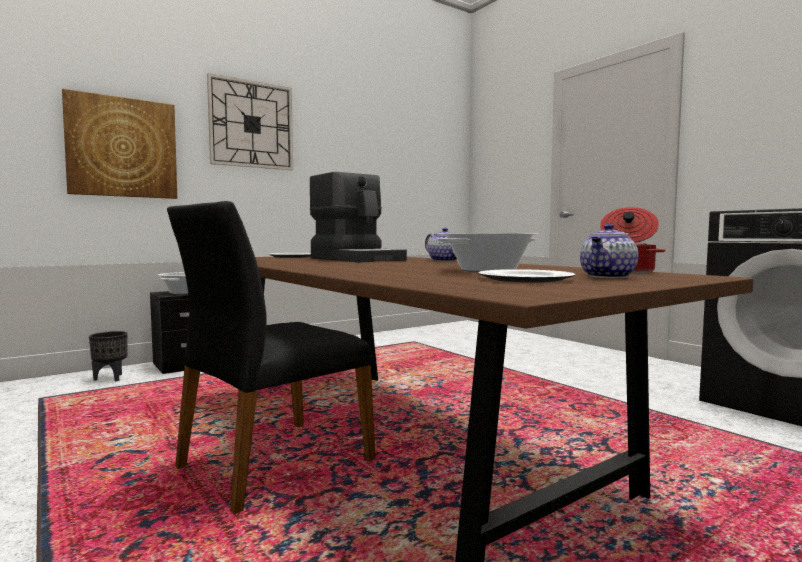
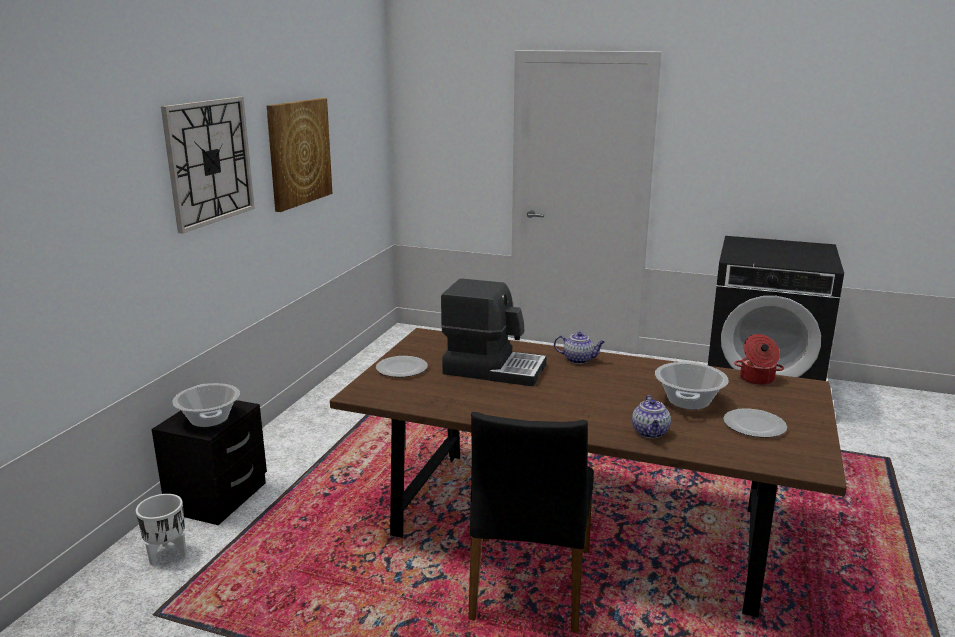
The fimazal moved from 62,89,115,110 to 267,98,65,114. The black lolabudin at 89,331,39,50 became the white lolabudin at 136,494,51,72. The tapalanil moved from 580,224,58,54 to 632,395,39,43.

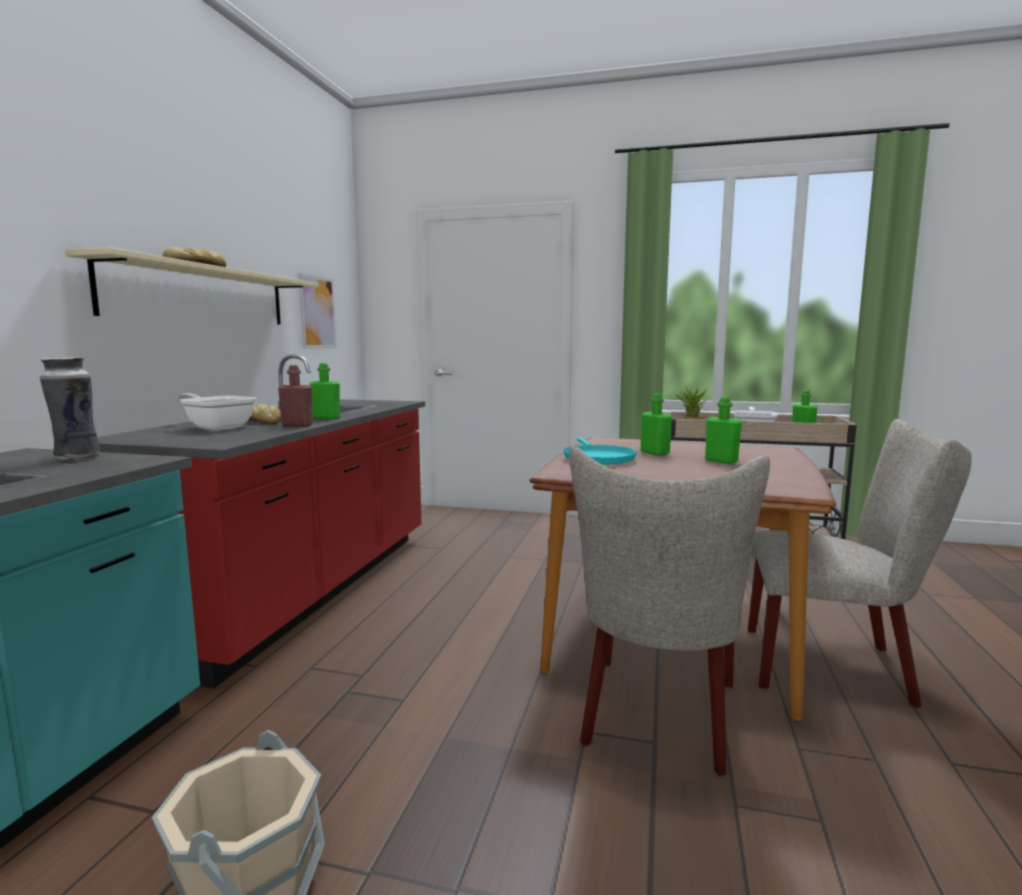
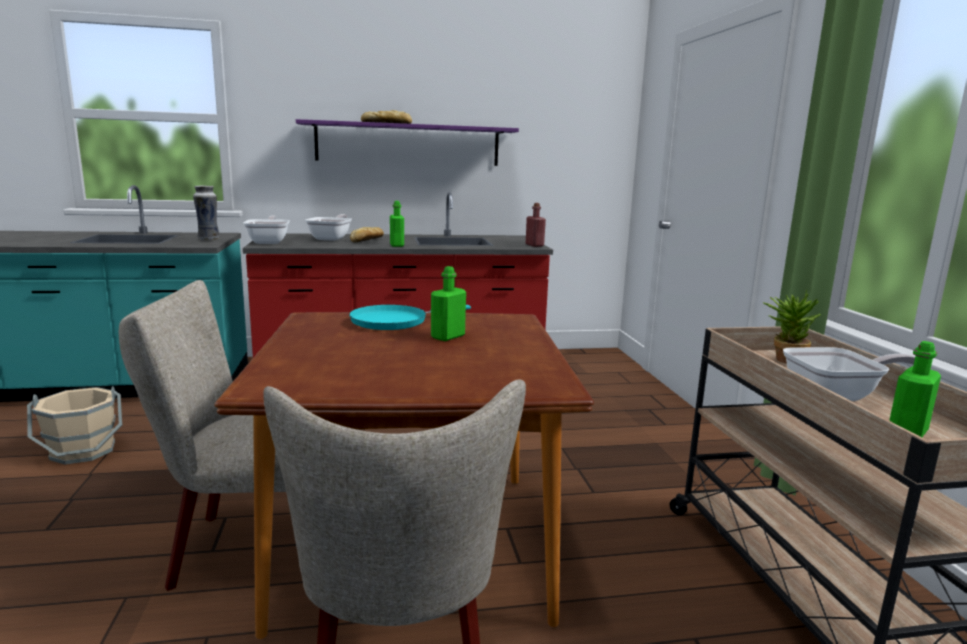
The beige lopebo at 65,247,253,78 became the purple lopebo at 296,119,223,47. The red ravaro moved from 278,365,35,62 to 526,203,20,44. The fimazal at 298,273,39,76 disappeared. The green ravaro at 705,397,37,67 disappeared. The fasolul at 243,215,47,29 appeared.

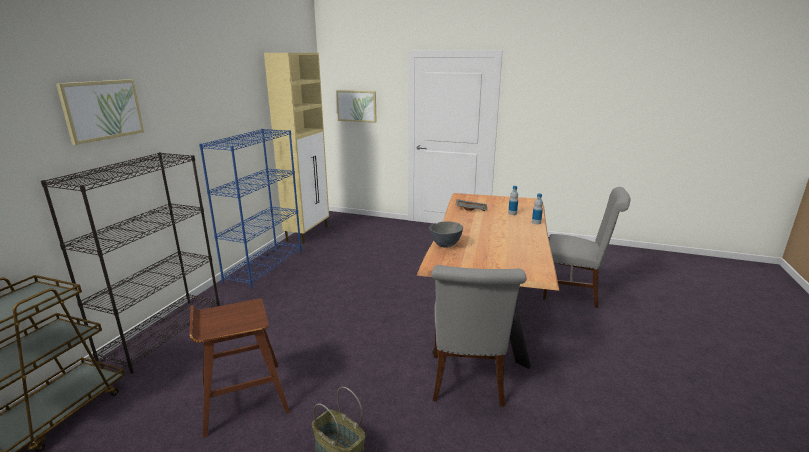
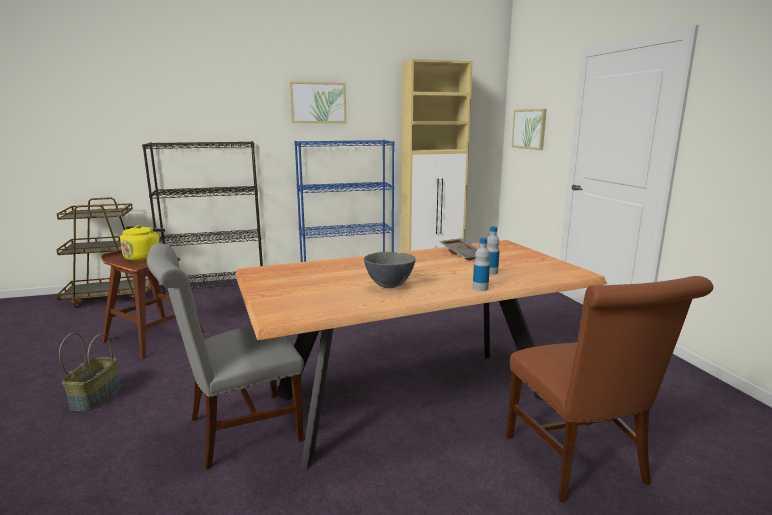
The fimazal moved from 56,79,88,66 to 289,81,57,42. The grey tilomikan moved from 429,221,34,27 to 364,252,52,36. The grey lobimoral at 543,187,88,121 became the brown lobimoral at 506,276,207,226. The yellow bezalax at 119,225,46,36 appeared.

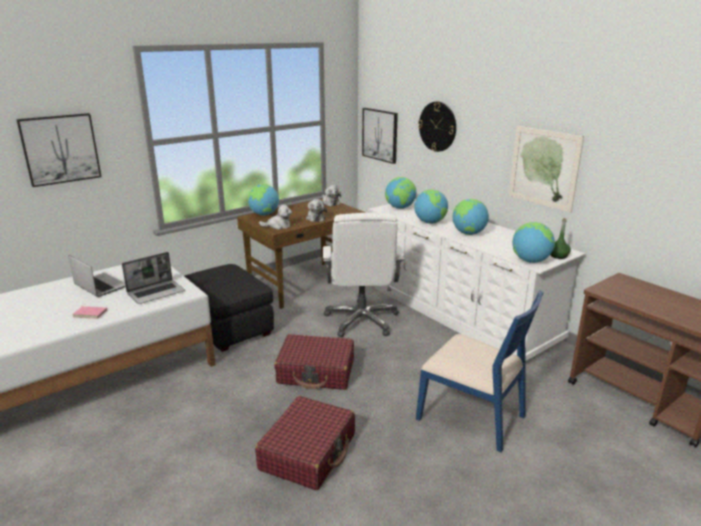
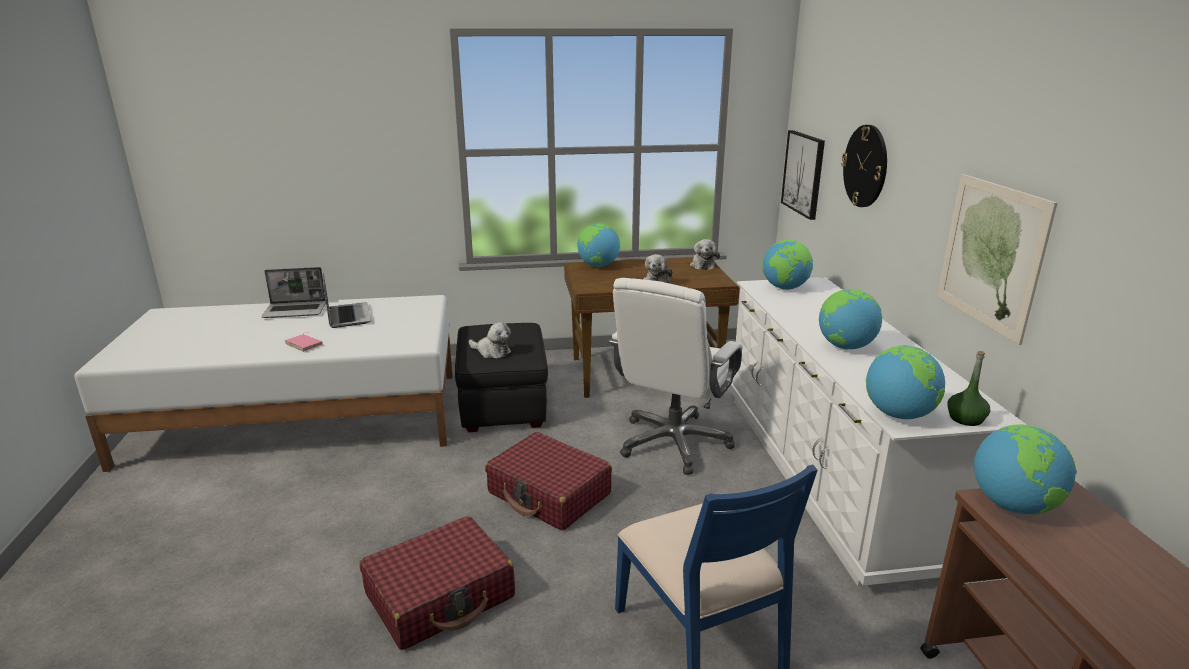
The fimazal at 16,113,86,74 disappeared. The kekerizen moved from 122,252,63,52 to 261,267,65,51. The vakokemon moved from 259,204,33,26 to 469,322,42,36. The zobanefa moved from 414,190,34,34 to 974,425,102,90.

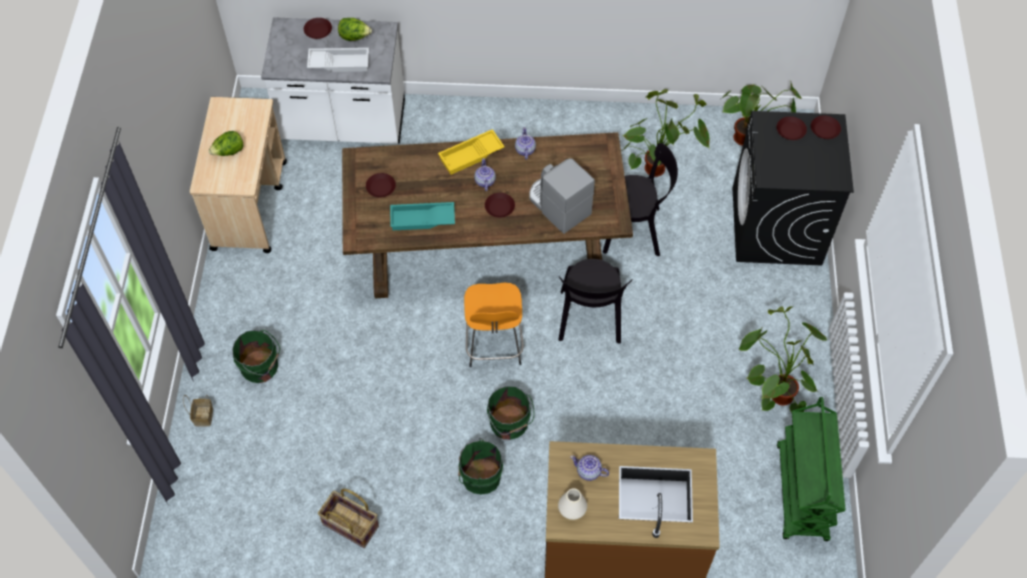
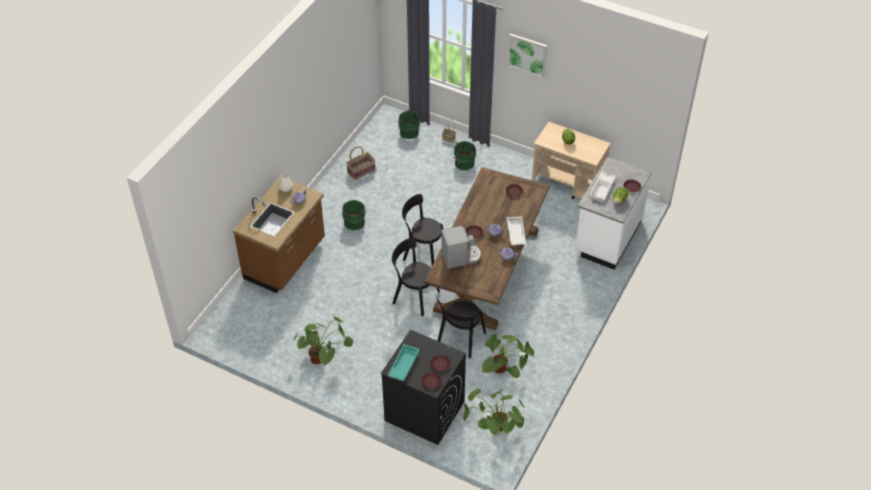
The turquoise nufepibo moved from 390,202,65,28 to 388,344,32,37. The yellow nufepibo at 438,129,67,46 became the white nufepibo at 507,217,19,28. The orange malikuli at 464,283,60,84 was replaced by the black lobimoral at 402,194,41,71. The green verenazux moved from 487,386,47,54 to 398,110,22,29. The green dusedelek at 777,397,69,144 disappeared. The fimazal at 508,34,39,44 appeared.

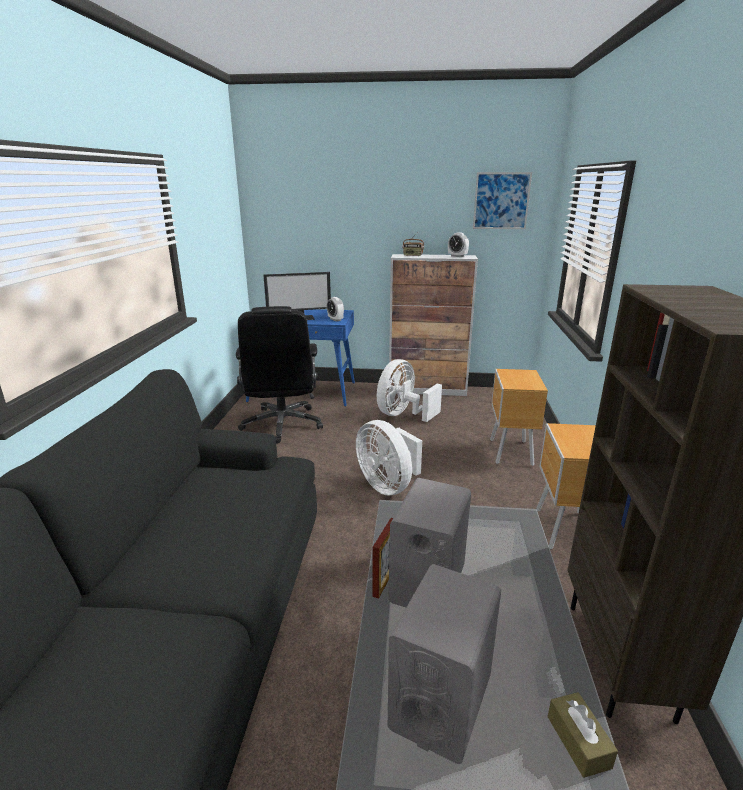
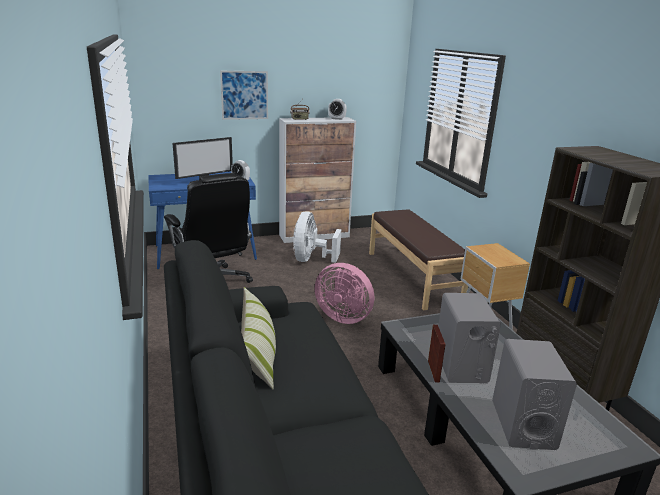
The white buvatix at 356,420,66,76 became the pink buvatix at 315,263,59,61. The fimazal moved from 473,172,59,57 to 220,71,48,49. The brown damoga at 490,369,58,97 was replaced by the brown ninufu at 369,210,99,100. The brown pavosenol at 547,692,71,86 disappeared. The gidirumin at 241,287,35,102 appeared.

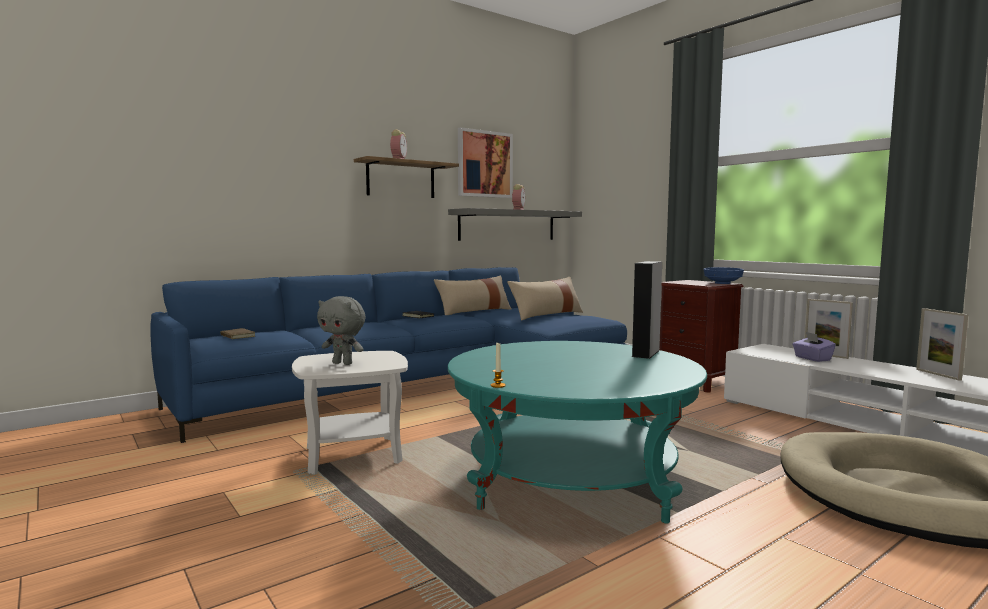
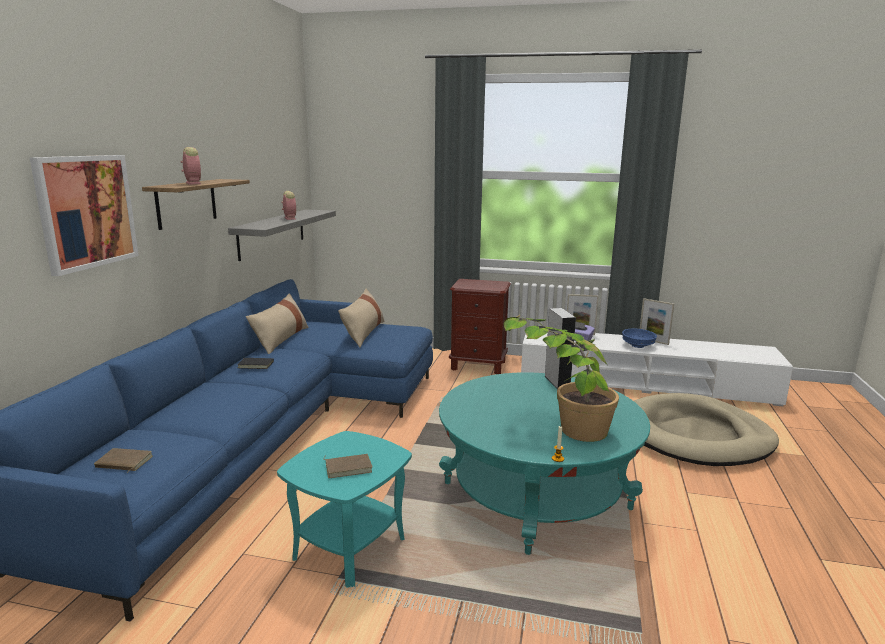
The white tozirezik at 292,351,116,123 became the turquoise tozirezik at 277,431,135,157. The grey vakokemon at 317,296,48,69 was replaced by the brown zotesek at 324,454,49,24. The fimazal moved from 458,127,55,71 to 30,155,109,121. The blue tilomikan moved from 703,267,41,17 to 622,328,35,20. The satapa at 504,315,115,127 appeared.

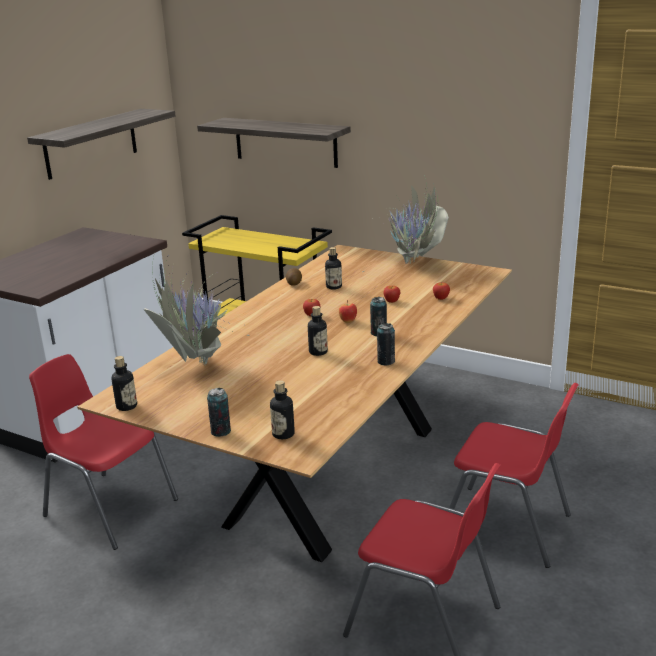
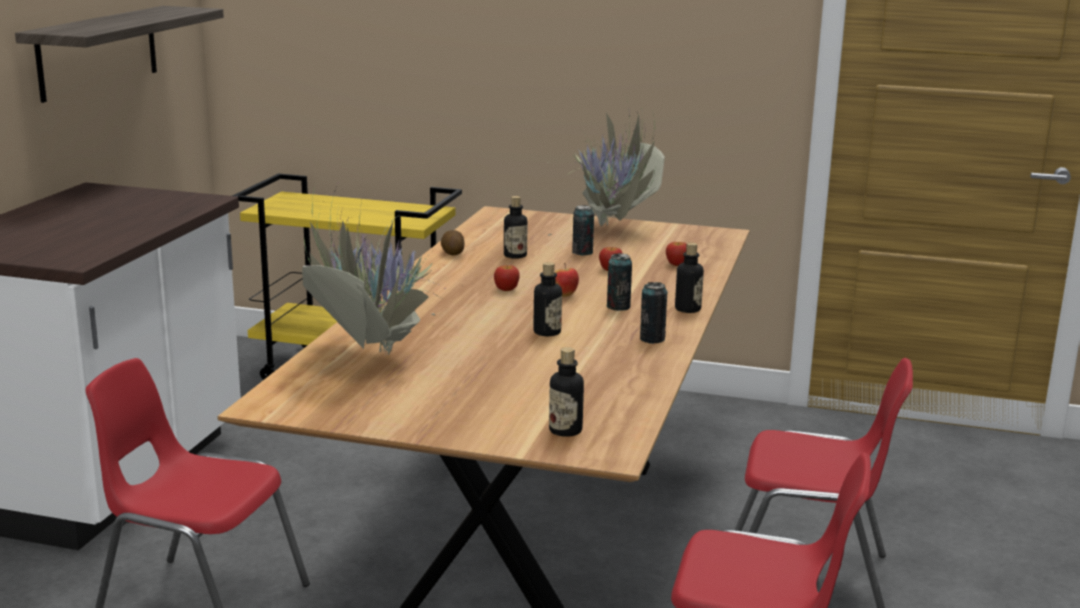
The ravaro moved from 111,356,26,55 to 675,243,29,70. The lopebo at 197,118,154,50 disappeared. The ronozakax moved from 207,388,24,49 to 572,205,22,51.

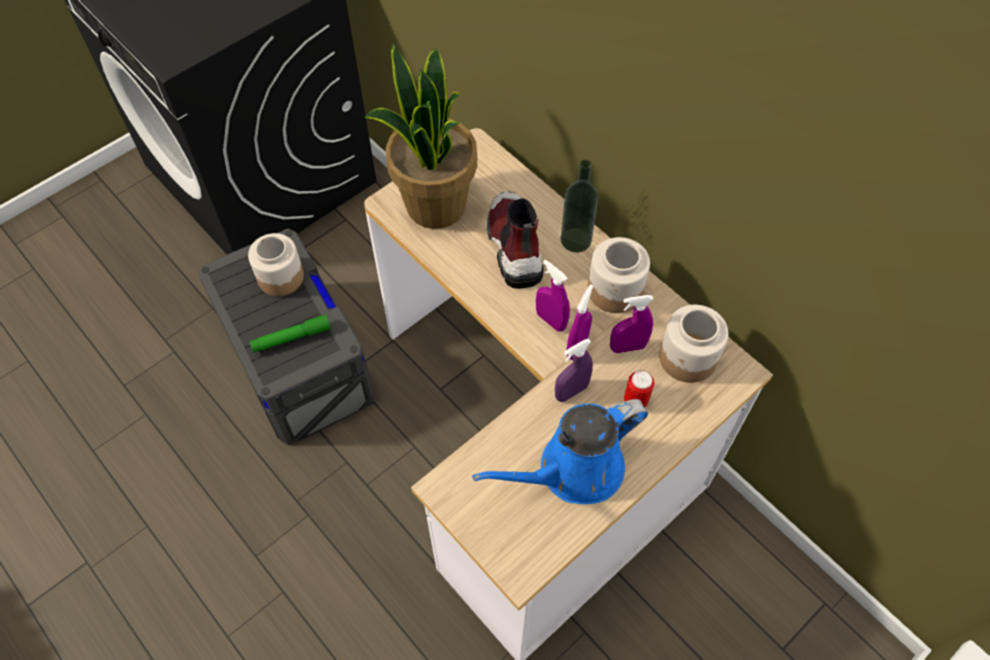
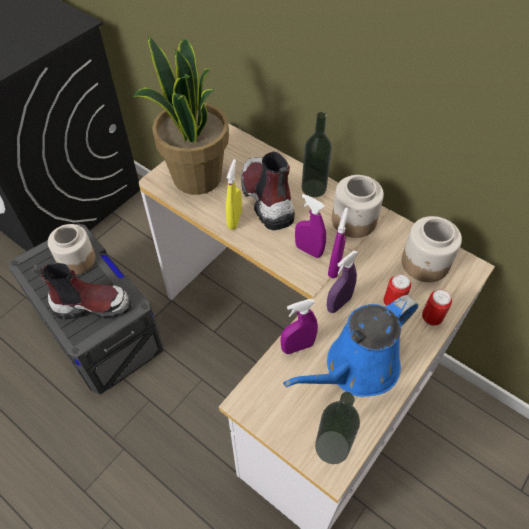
The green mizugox at 250,314,81,38 was replaced by the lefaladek at 33,263,98,56. The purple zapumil moved from 610,295,44,58 to 280,299,38,55. The yellow zapumil at 226,159,16,71 appeared. The ravaro at 315,392,45,72 appeared. The ronozakax at 422,289,30,37 appeared.

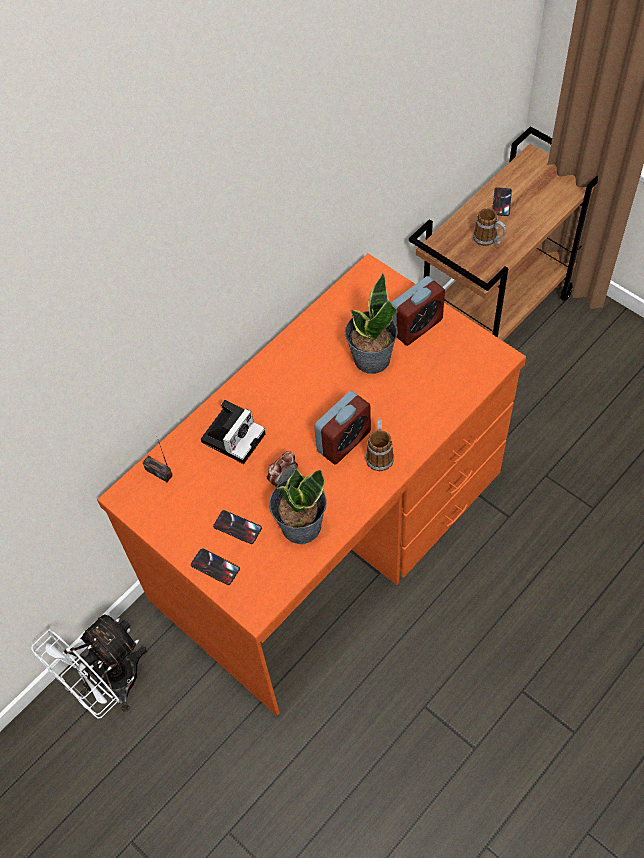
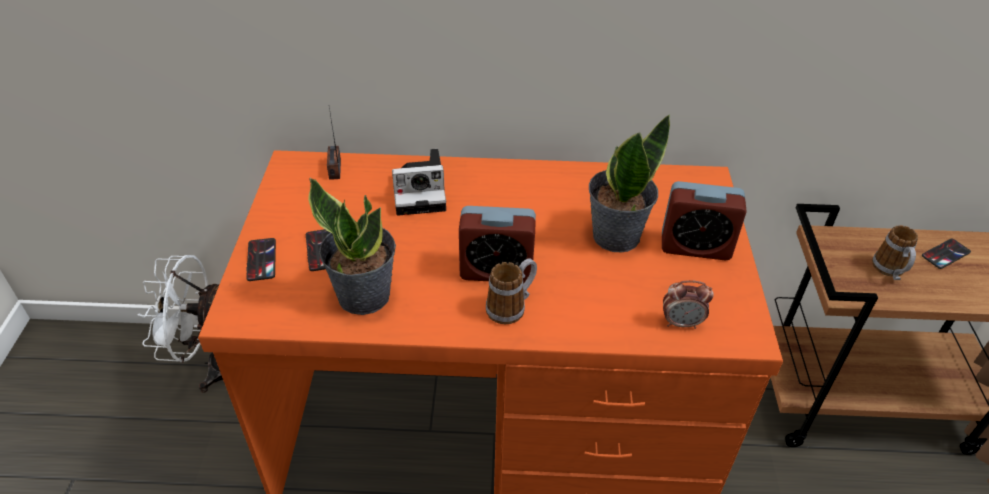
The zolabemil moved from 267,451,31,36 to 663,280,51,49.

